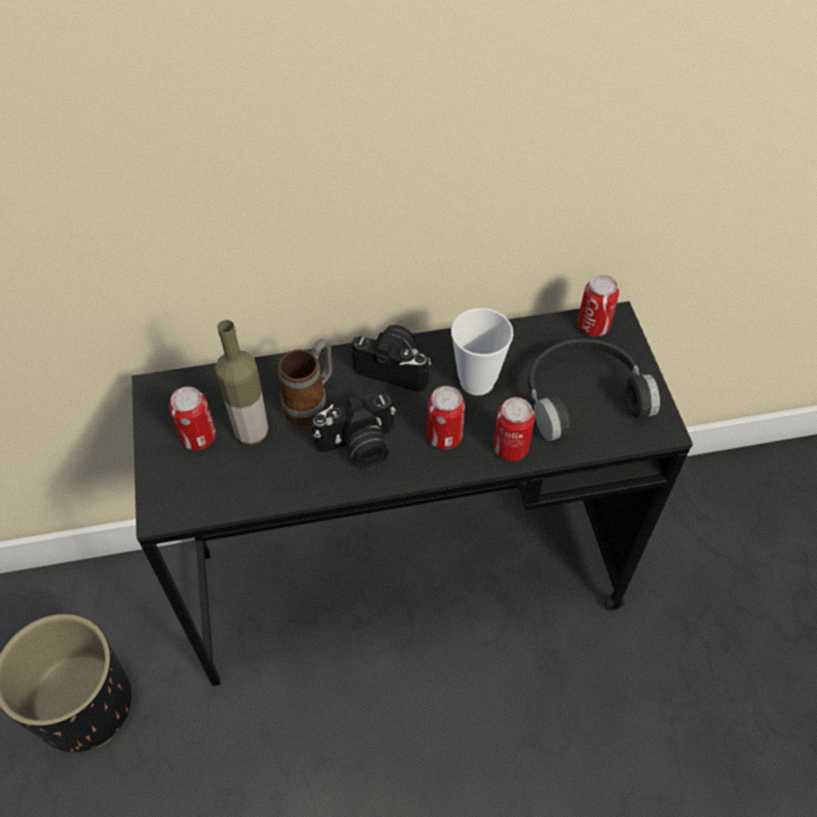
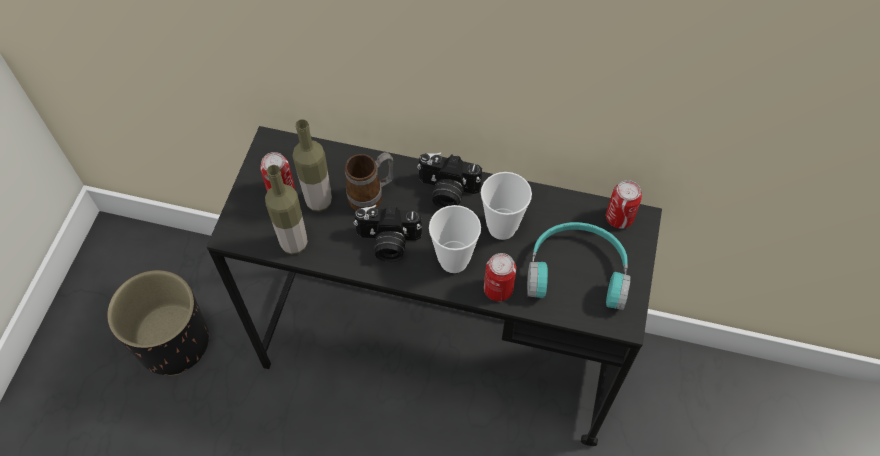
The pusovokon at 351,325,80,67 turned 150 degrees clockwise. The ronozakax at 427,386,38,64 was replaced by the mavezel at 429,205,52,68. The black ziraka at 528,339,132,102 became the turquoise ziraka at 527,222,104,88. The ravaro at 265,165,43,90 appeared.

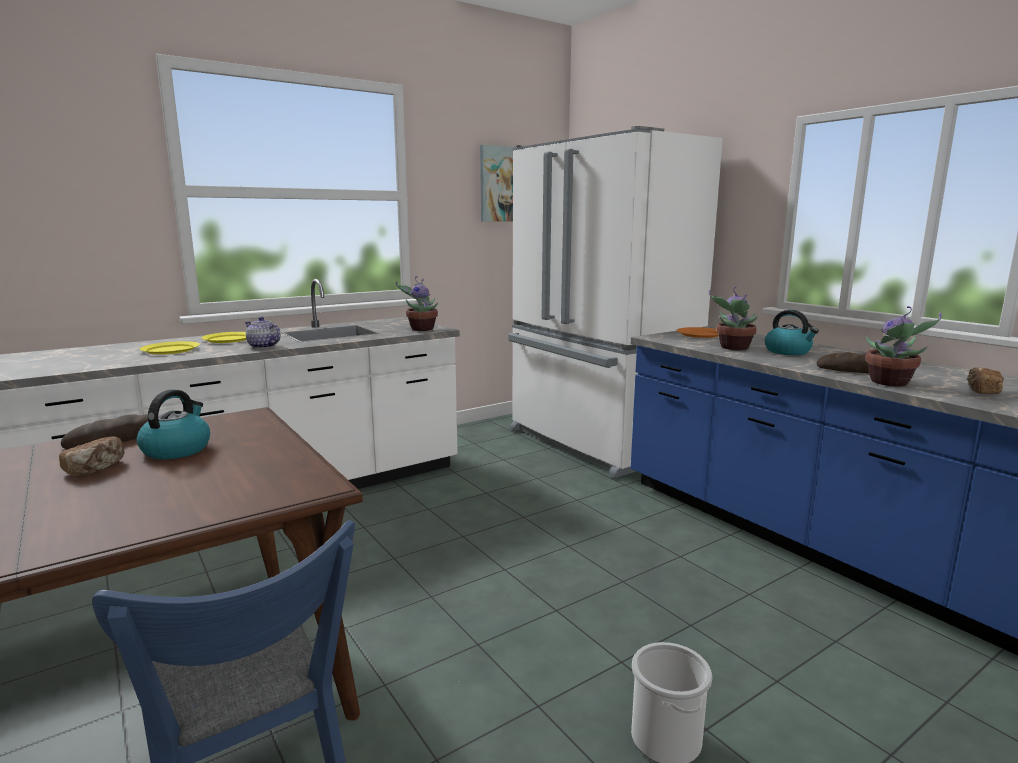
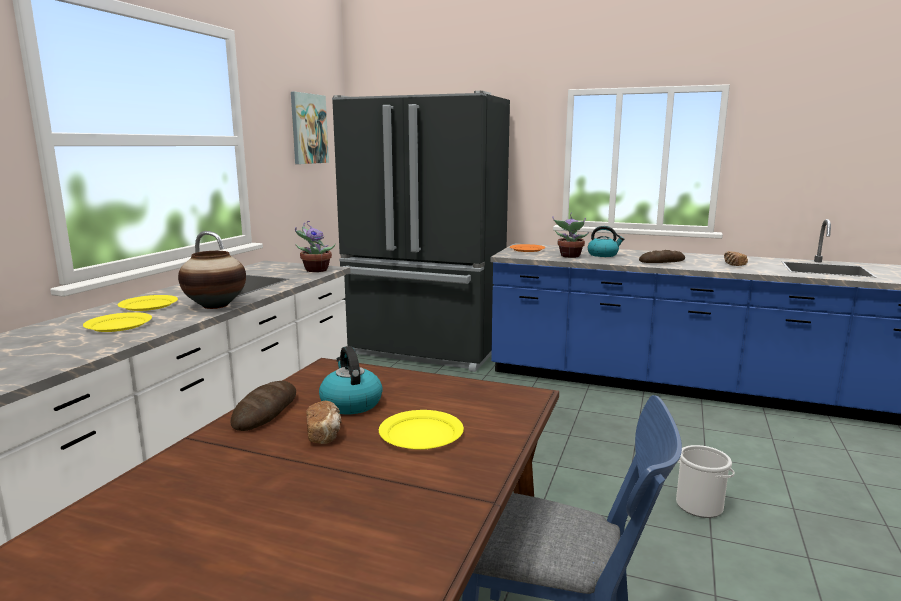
The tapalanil at 245,317,36,32 was replaced by the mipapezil at 178,251,68,58. The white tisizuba at 508,126,215,352 became the black tisizuba at 332,91,178,281. The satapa at 865,306,77,80 disappeared. The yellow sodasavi at 379,410,85,40 appeared.

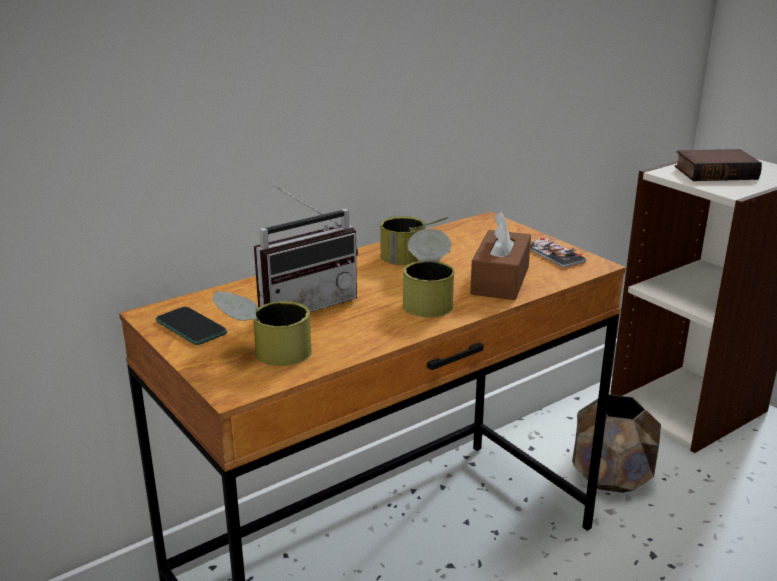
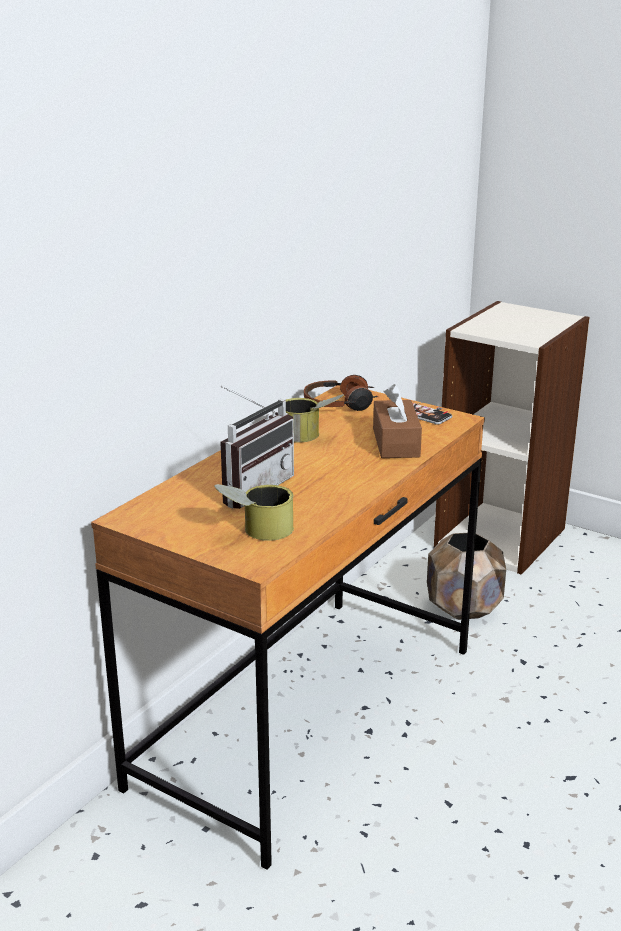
The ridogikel at 156,307,71,38 disappeared. The ronozakax at 403,229,52,88 disappeared. The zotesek at 675,149,87,32 disappeared. The ziraka at 304,375,74,36 appeared.

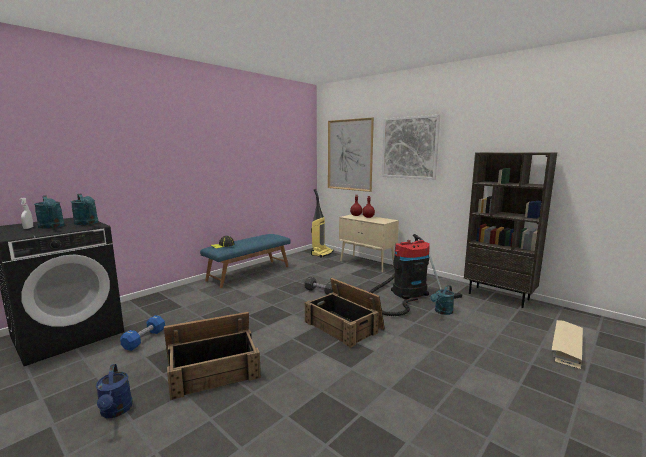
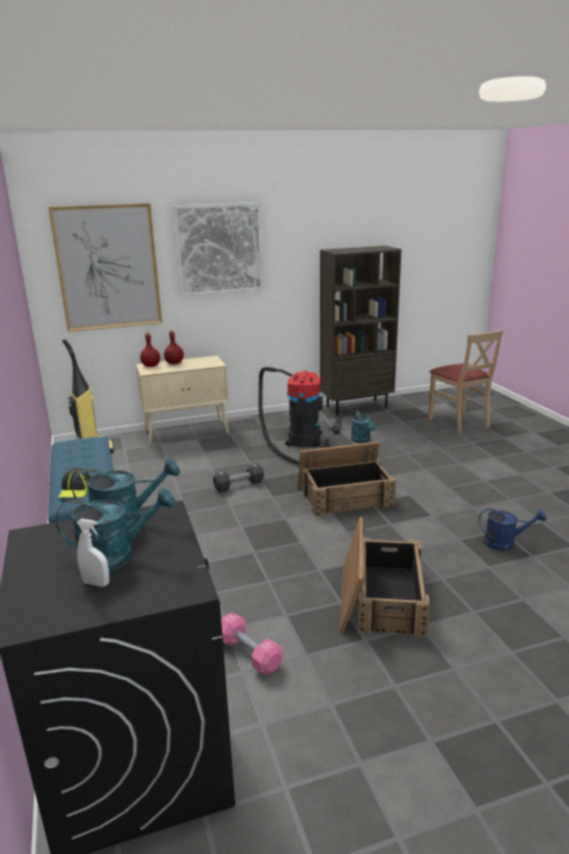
The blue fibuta moved from 96,364,37,54 to 479,508,67,43. The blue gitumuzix at 120,315,45,36 became the pink gitumuzix at 221,612,61,63. The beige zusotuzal at 552,320,31,49 was replaced by the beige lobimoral at 428,330,76,104.

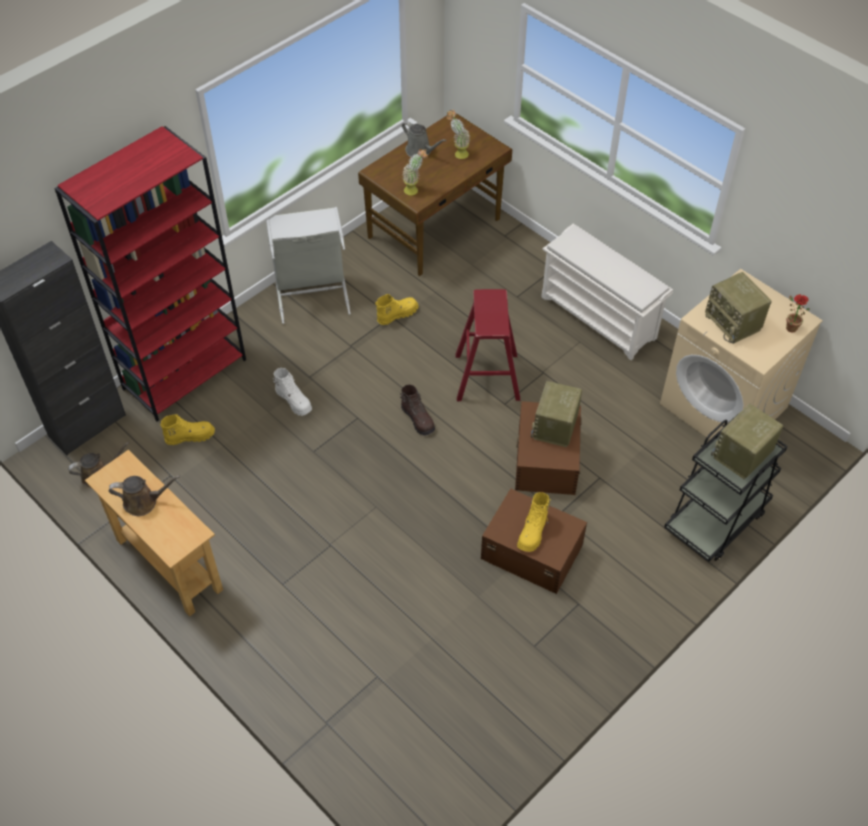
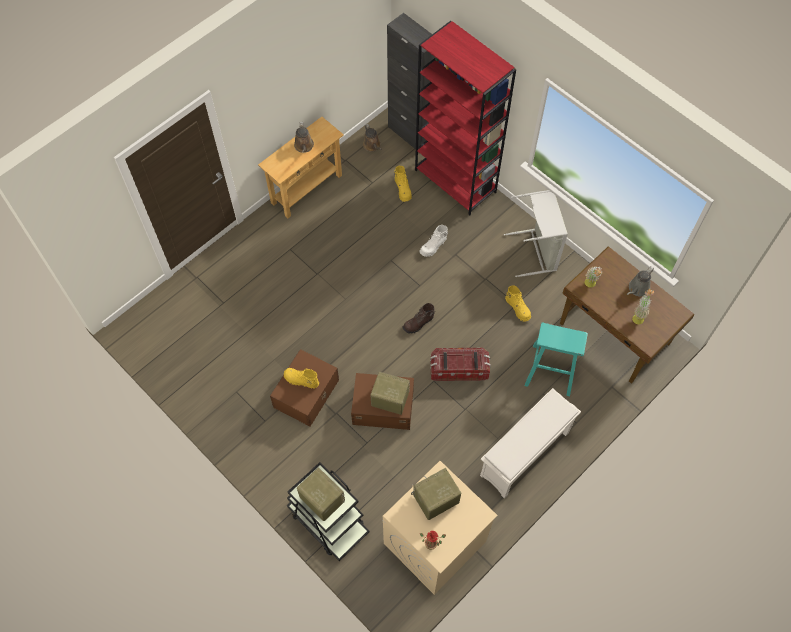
The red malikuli at 455,289,65,112 was replaced by the zusotuzal at 430,348,61,33. The turquoise malikuli at 525,323,63,73 appeared.

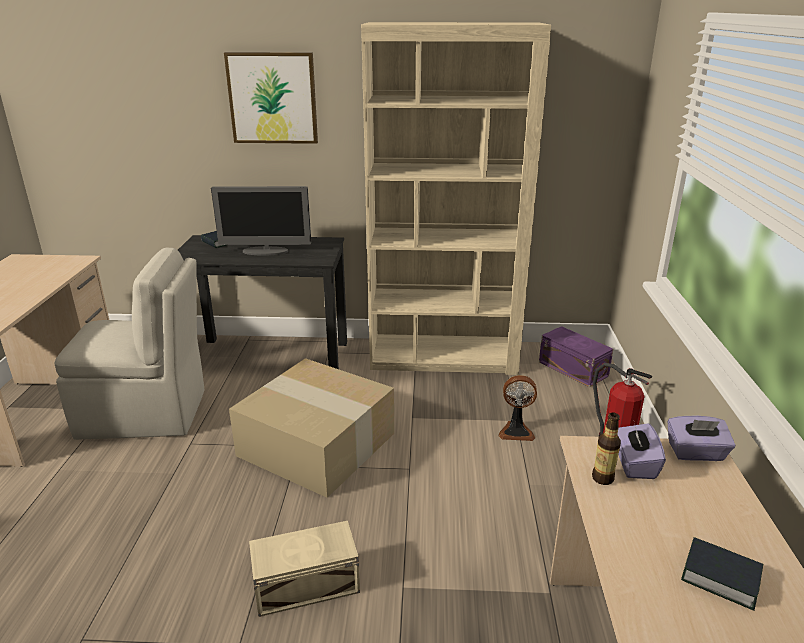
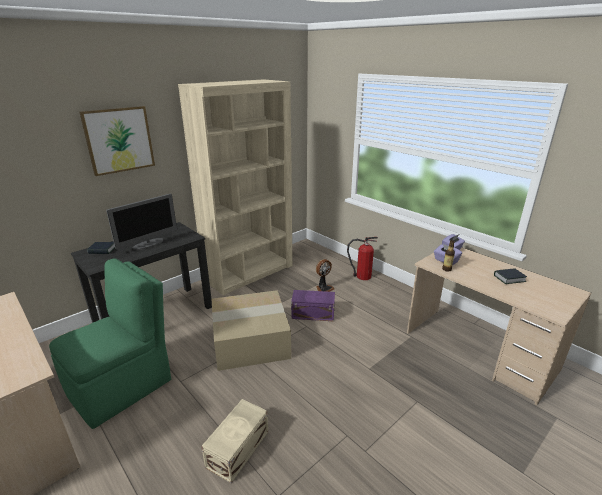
The beige lobimoral at 55,248,150,192 became the green lobimoral at 49,258,122,171. The beige zusotuzal moved from 249,521,111,96 to 202,399,66,84. The purple zusotuzal moved from 539,326,74,61 to 291,290,44,31.

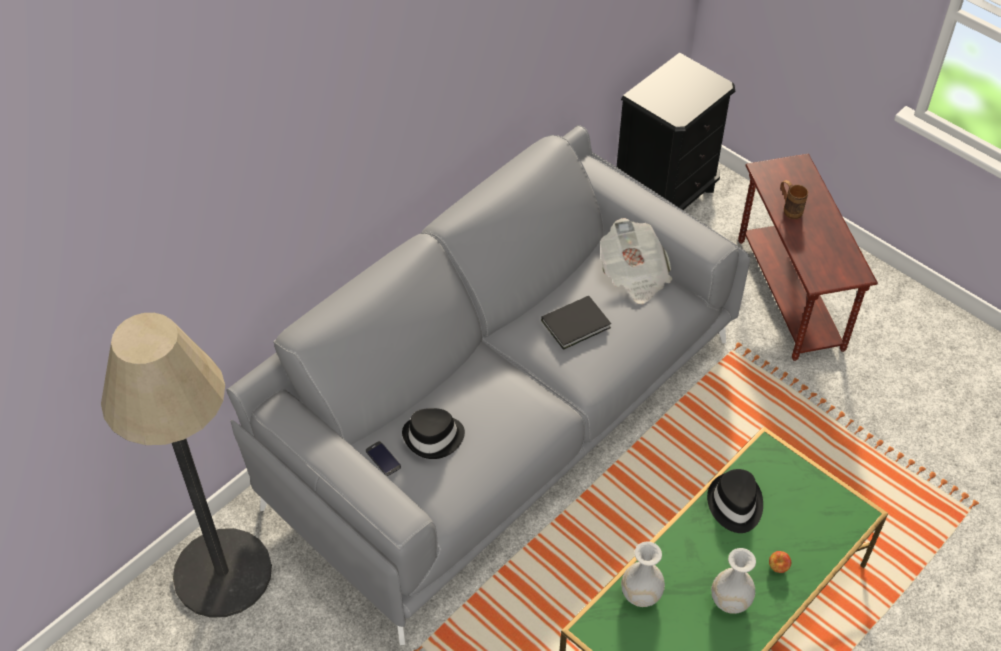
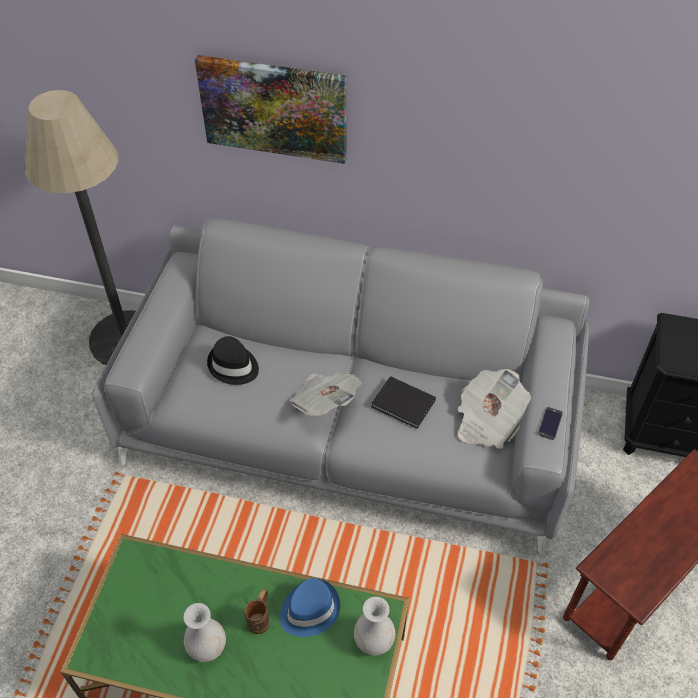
The ridogikel moved from 366,441,35,35 to 538,407,25,33. The white mipapezil moved from 621,541,44,66 to 354,596,41,59. The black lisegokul at 707,469,56,64 became the blue lisegokul at 280,578,60,59. The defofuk at 769,551,22,22 disappeared. The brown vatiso moved from 781,180,27,39 to 244,589,26,45. The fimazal at 195,55,151,109 appeared. The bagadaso at 289,373,73,43 appeared.

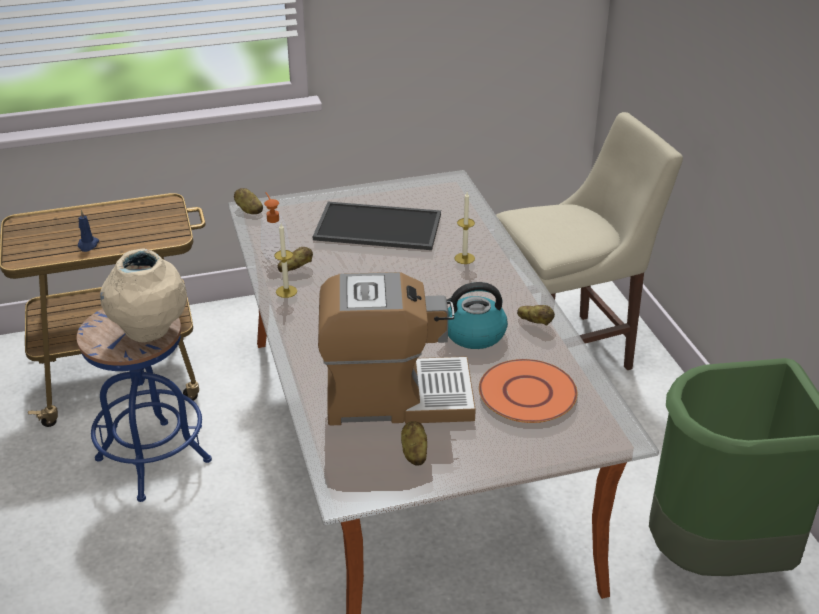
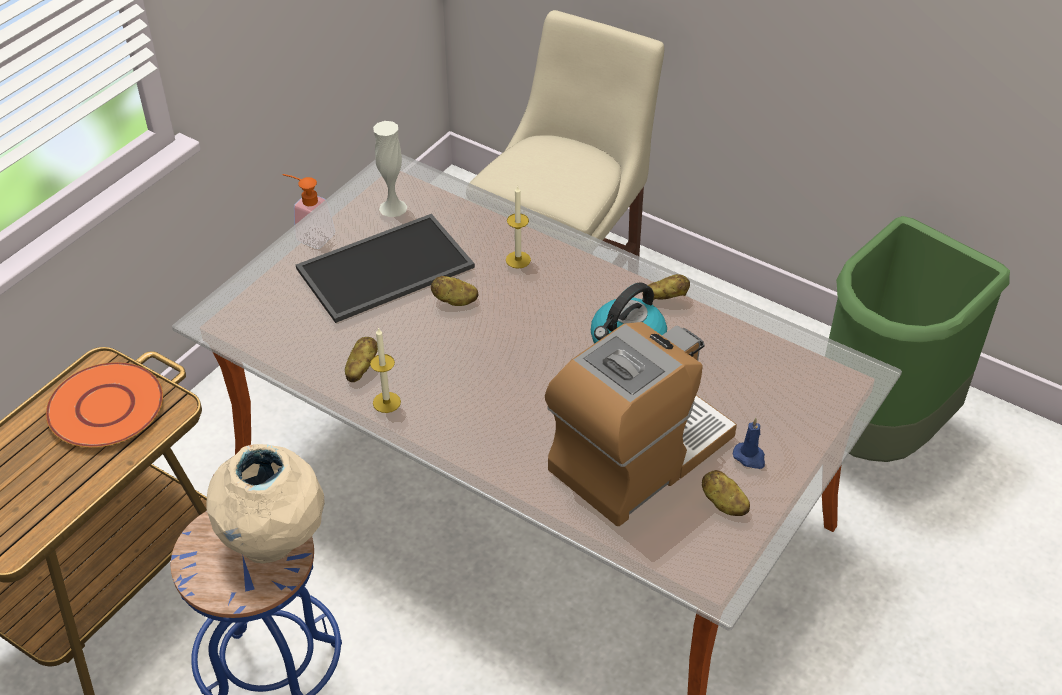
The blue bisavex moved from 78,210,21,42 to 733,418,32,51. The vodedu moved from 234,188,29,26 to 431,276,47,30. The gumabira moved from 261,192,29,68 to 282,174,53,75. The orange sodasavi moved from 479,359,98,64 to 46,362,117,86. The white mipapezil at 373,121,34,96 appeared.

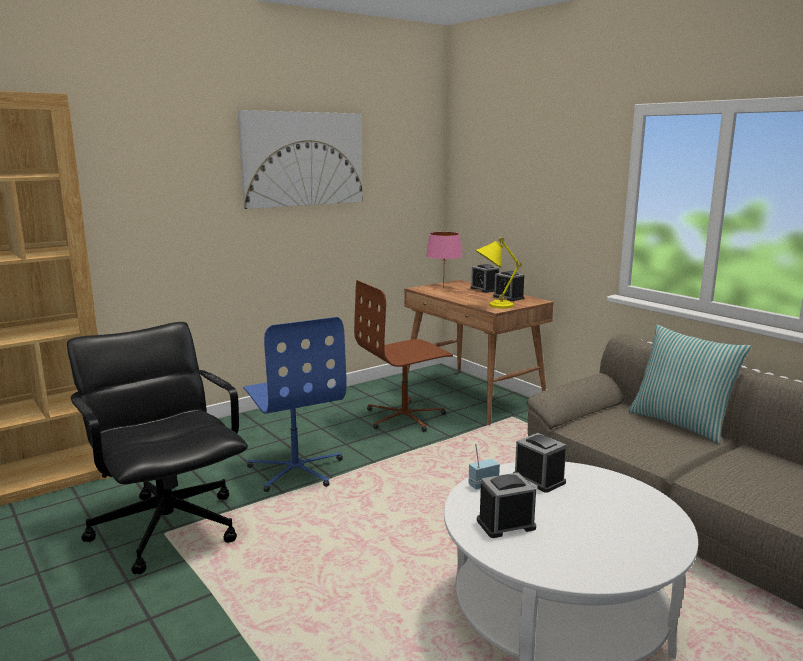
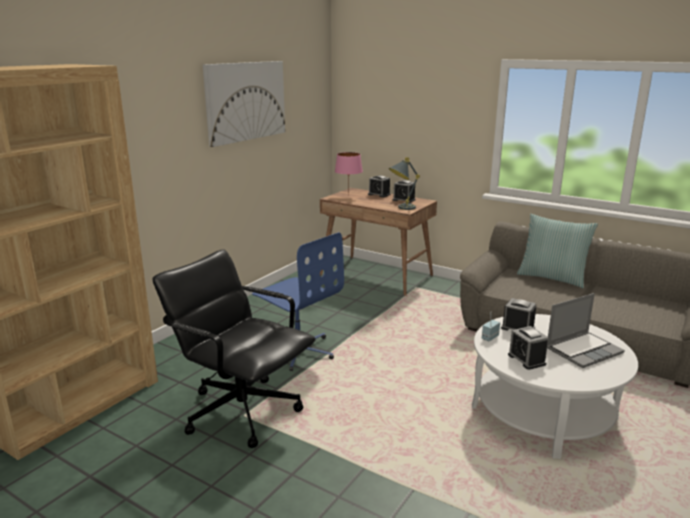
The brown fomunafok at 354,280,99,152 disappeared. The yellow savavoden at 475,237,47,72 became the grey savavoden at 389,157,31,53. The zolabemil at 477,473,59,65 turned 75 degrees counterclockwise. The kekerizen at 547,293,78,75 appeared.

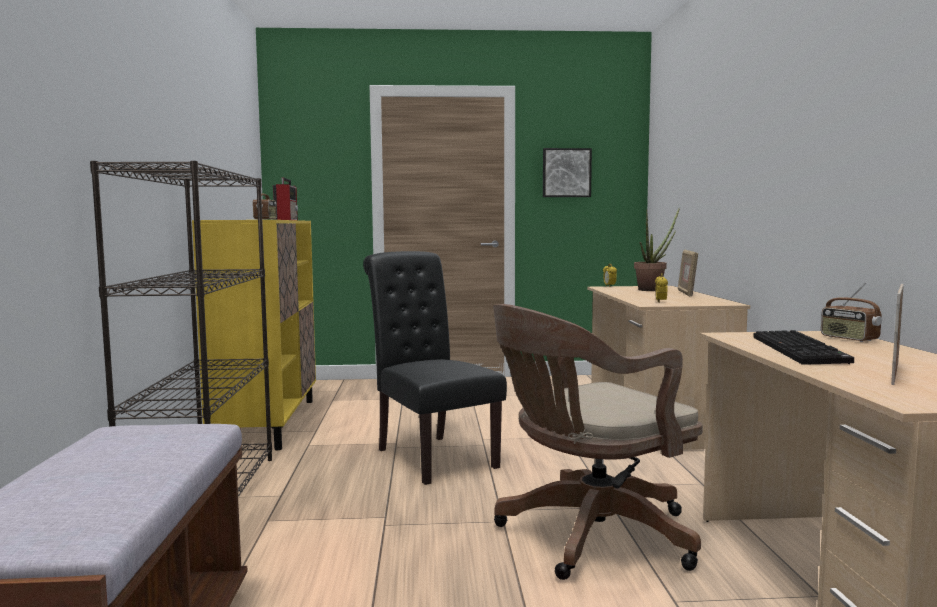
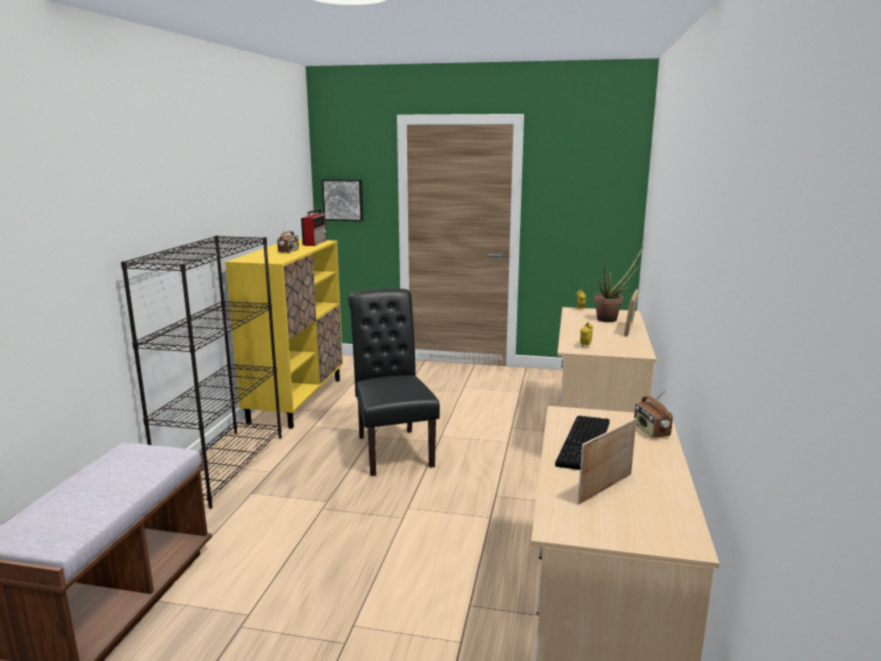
The brown fomunafok at 493,304,209,276 disappeared. The fimazal moved from 543,148,49,49 to 322,179,41,42.

